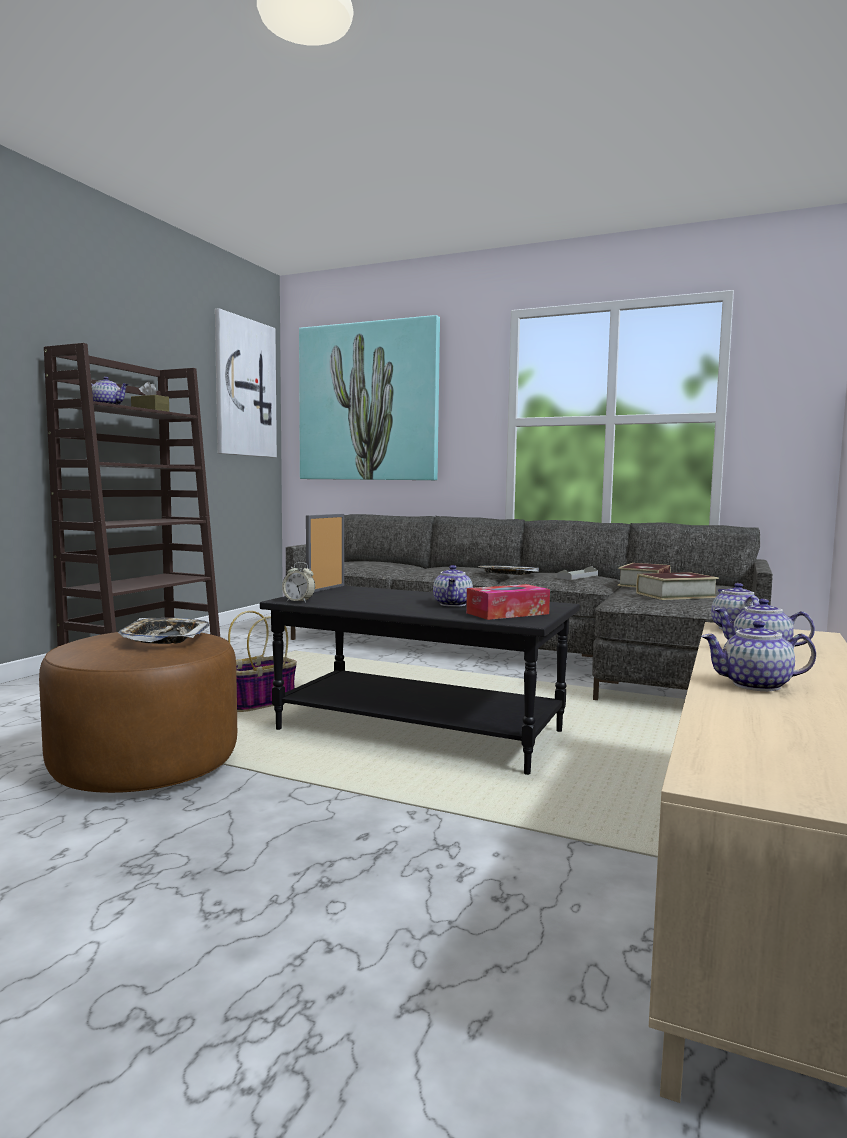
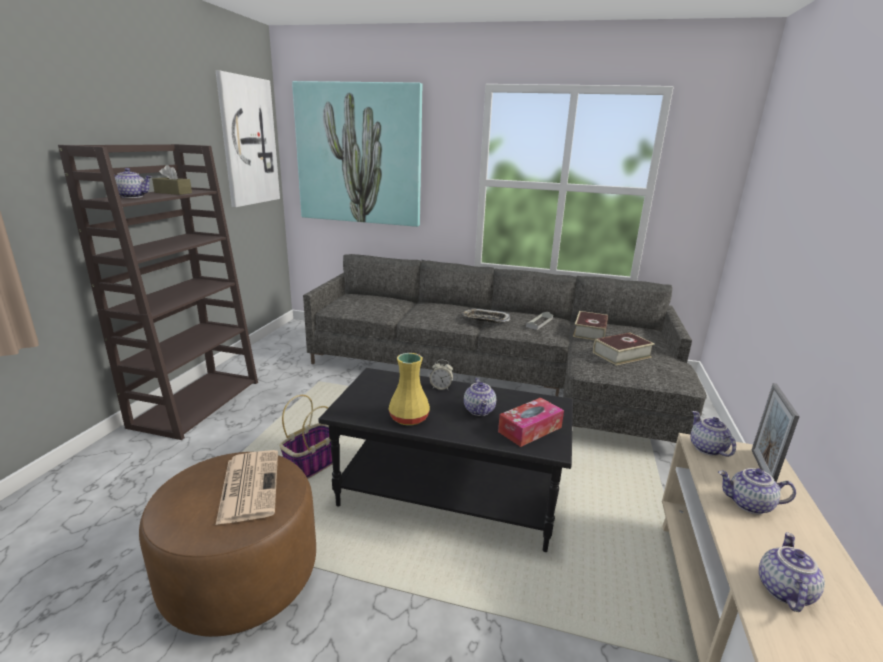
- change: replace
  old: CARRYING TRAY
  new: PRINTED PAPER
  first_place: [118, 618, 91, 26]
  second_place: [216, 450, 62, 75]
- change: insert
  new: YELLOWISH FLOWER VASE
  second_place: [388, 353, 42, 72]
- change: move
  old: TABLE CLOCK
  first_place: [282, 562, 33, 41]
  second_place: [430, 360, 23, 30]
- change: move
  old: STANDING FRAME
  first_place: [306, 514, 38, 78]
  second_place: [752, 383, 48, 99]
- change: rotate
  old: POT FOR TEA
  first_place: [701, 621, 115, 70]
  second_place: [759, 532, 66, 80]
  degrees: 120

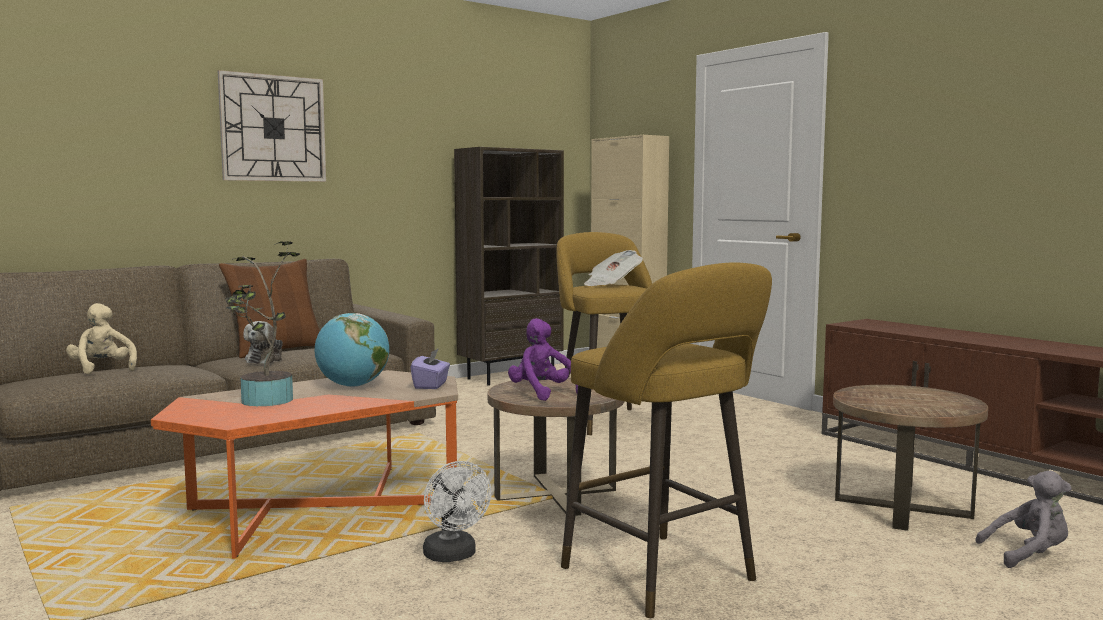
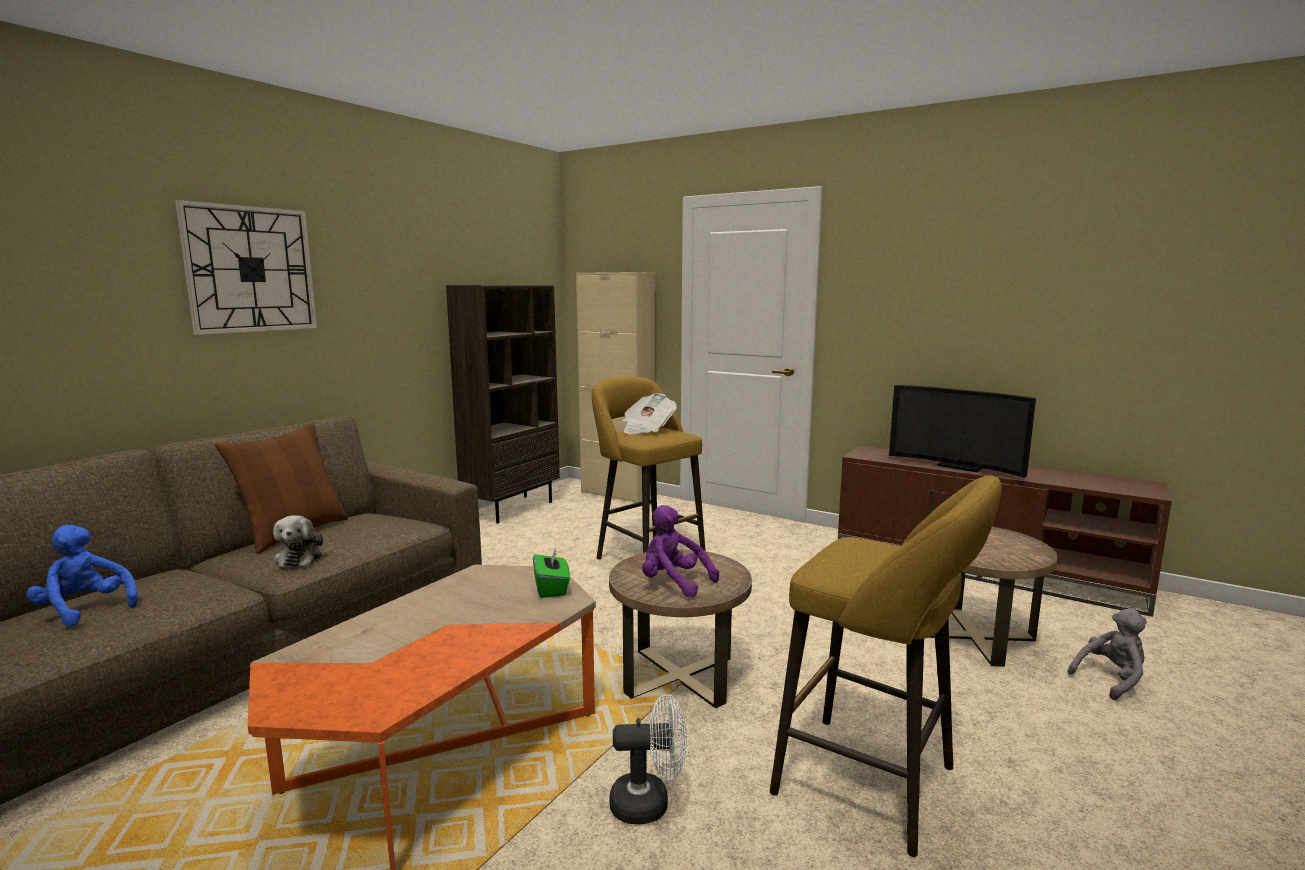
- change: recolor
  old: BEIGE-COLOURED PLUSH TOY
  new: BLUE-COLOURED PLUSH TOY
  first_place: [66, 303, 71, 71]
  second_place: [26, 525, 112, 101]
- change: recolor
  old: PURPLE-COLOURED TISSUE BOX
  new: GREEN TISSUE BOX
  first_place: [410, 348, 40, 41]
  second_place: [533, 547, 37, 51]
- change: rotate
  old: WHITE-COLOURED ELECTRIC FAN
  first_place: [423, 461, 68, 101]
  second_place: [609, 694, 78, 130]
  degrees: -45
- change: insert
  new: TV
  second_place: [889, 385, 147, 93]
- change: delete
  old: HOUSEPLANT
  first_place: [225, 241, 75, 165]
- change: delete
  old: DESK GLOBE
  first_place: [315, 313, 74, 74]

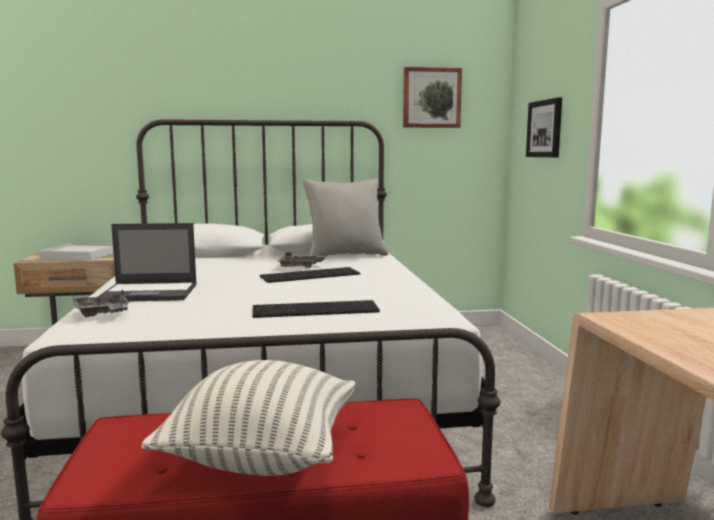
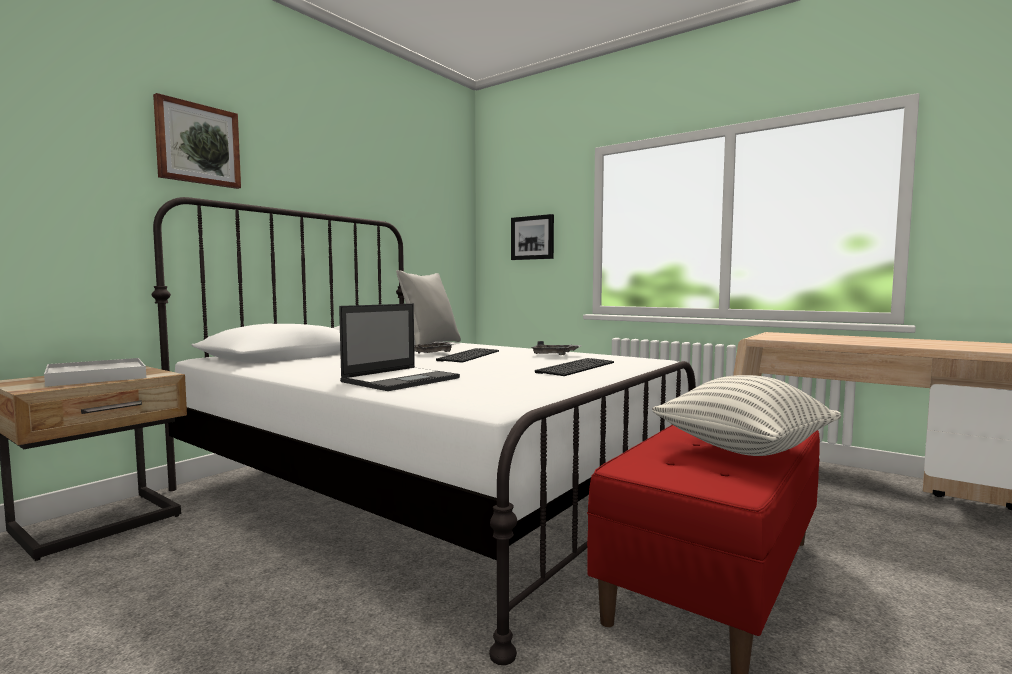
- change: move
  old: PICTURE
  first_place: [403, 67, 59, 61]
  second_place: [153, 93, 88, 96]
- change: move
  old: GREYISH CARRYING TRAY
  first_place: [72, 289, 58, 28]
  second_place: [531, 341, 51, 14]

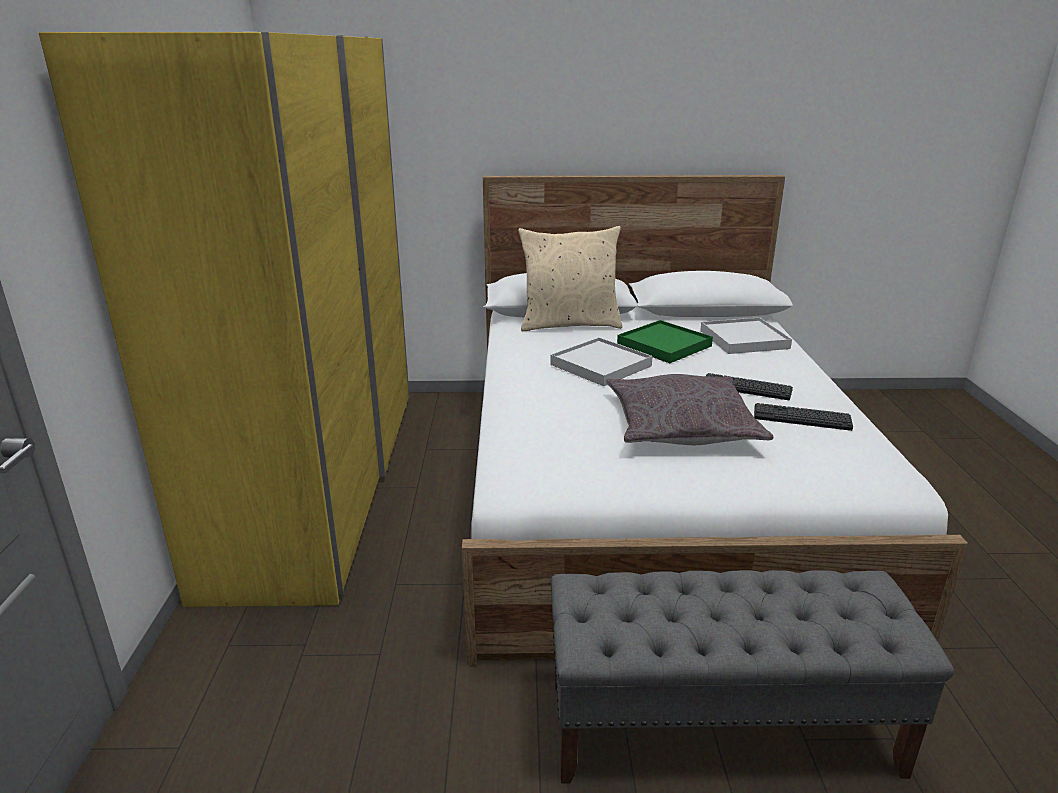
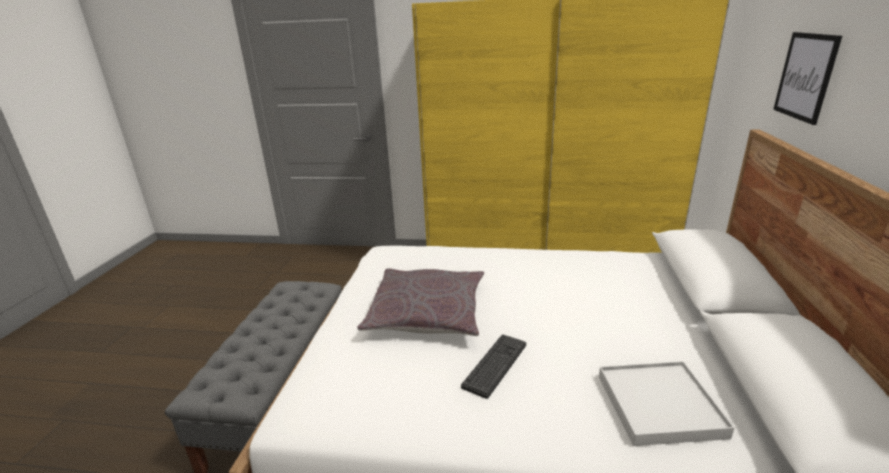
- change: insert
  new: PICTURE
  second_place: [773, 32, 69, 93]
- change: delete
  old: BEIGE-COLOURED CUSHION
  first_place: [518, 226, 104, 105]
- change: delete
  old: WHITE-COLOURED CARRYING TRAY
  first_place: [550, 337, 103, 49]
- change: delete
  old: GREEN CARRYING TRAY
  first_place: [617, 320, 96, 43]
- change: delete
  old: KEYBOARD
  first_place: [754, 403, 99, 28]

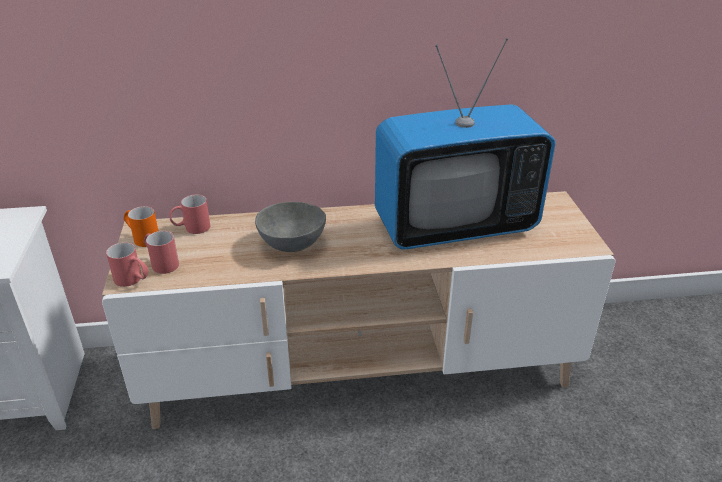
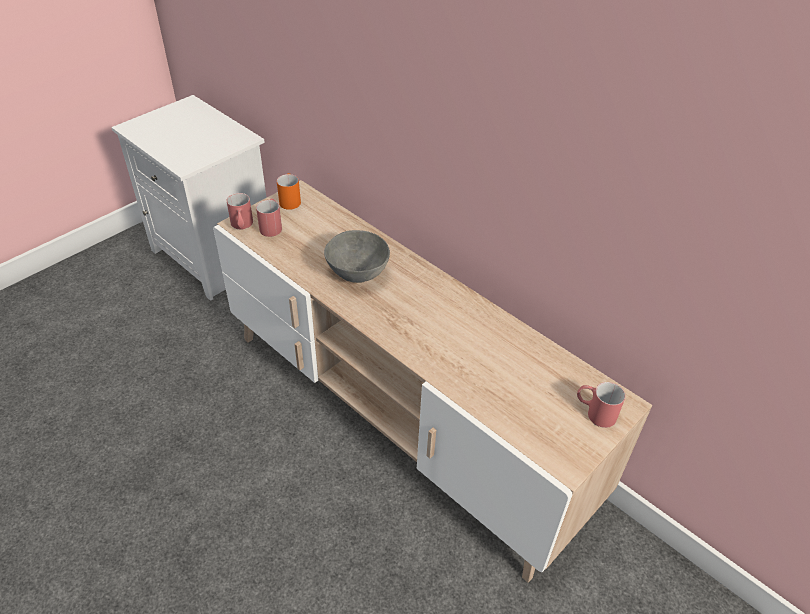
- change: move
  old: RED COFFEE MUG
  first_place: [169, 195, 41, 39]
  second_place: [577, 382, 49, 46]
- change: delete
  old: TV
  first_place: [375, 38, 181, 212]

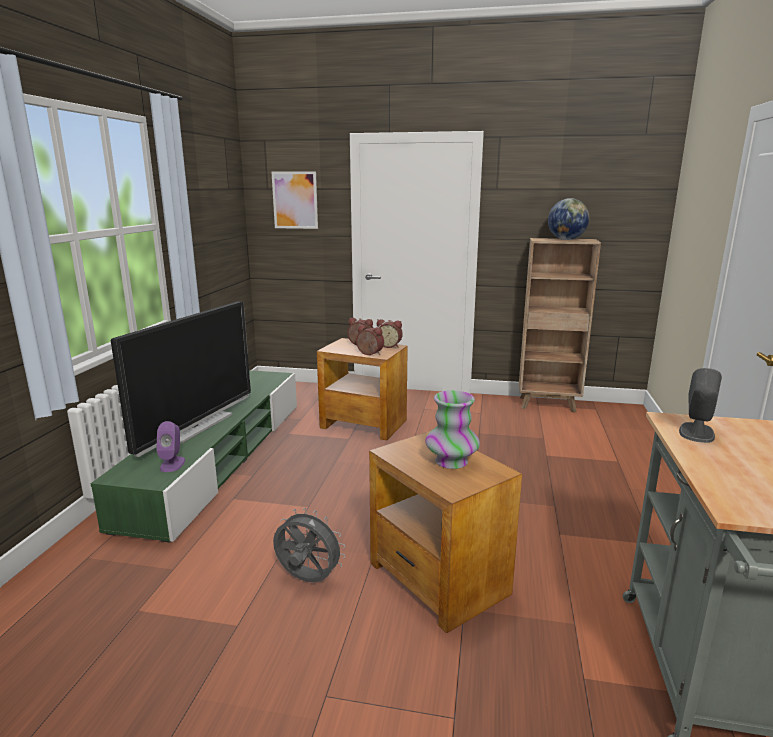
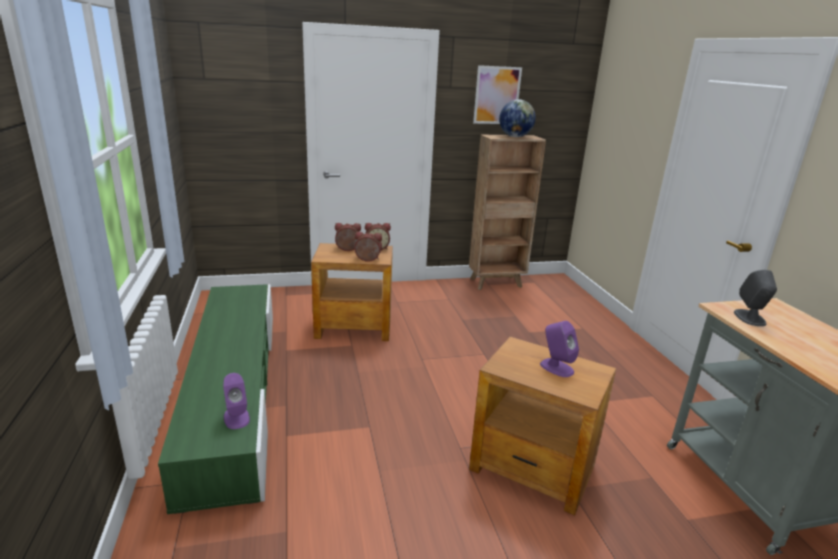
- change: move
  old: PICTURE
  first_place: [271, 171, 47, 58]
  second_place: [473, 65, 49, 59]
- change: replace
  old: FLOWER VASE
  new: PURPLE-COLOURED AUDIO SPEAKER
  first_place: [425, 390, 55, 79]
  second_place: [540, 321, 39, 56]
- change: delete
  old: TV
  first_place: [111, 301, 140, 156]
- change: delete
  old: GREYISH ELECTRIC FAN
  first_place: [273, 508, 72, 74]

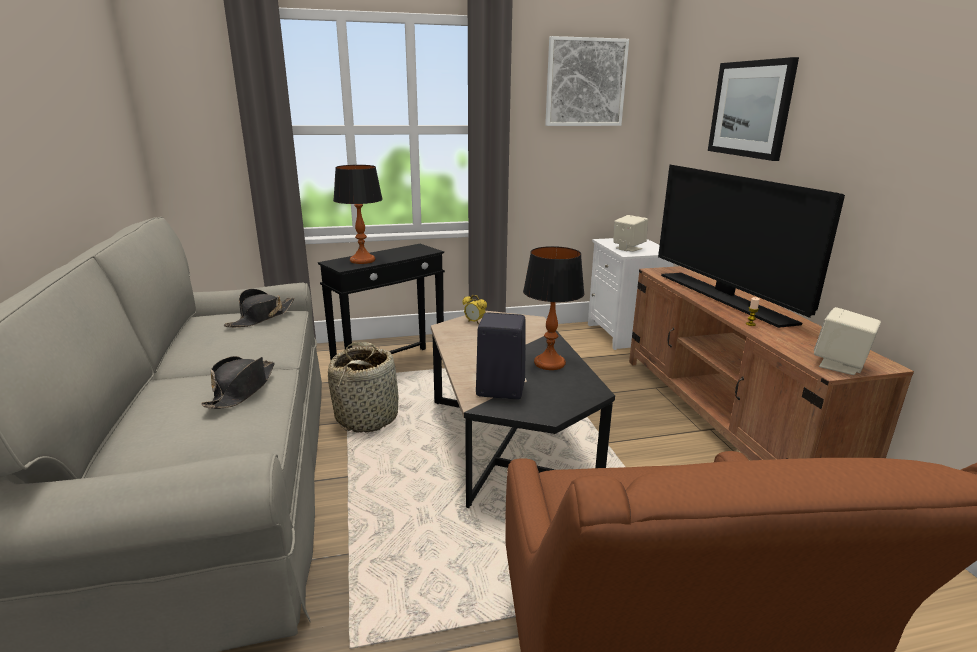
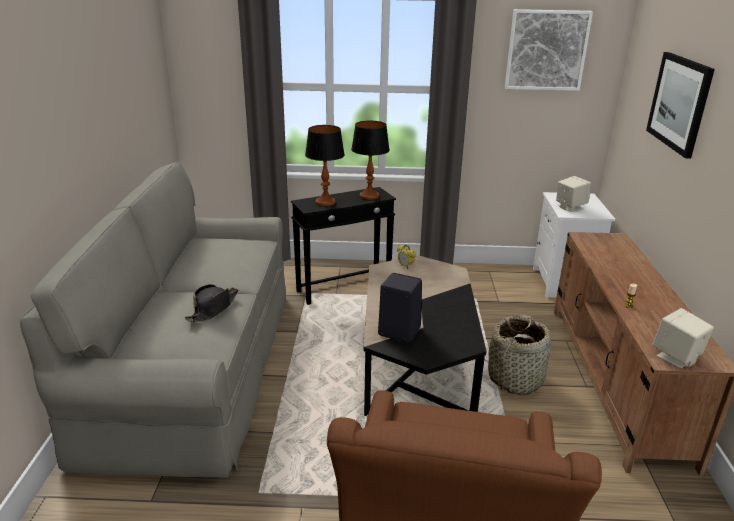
- change: move
  old: LAMP FOR A TABLE
  first_place: [523, 246, 62, 124]
  second_place: [351, 121, 39, 79]
- change: move
  old: STORAGE BASKET
  first_place: [328, 342, 70, 91]
  second_place: [488, 314, 63, 81]
- change: delete
  old: BLACKISH WEARABLE HAT
  first_place: [224, 289, 70, 38]
- change: delete
  old: TV
  first_place: [658, 165, 187, 163]

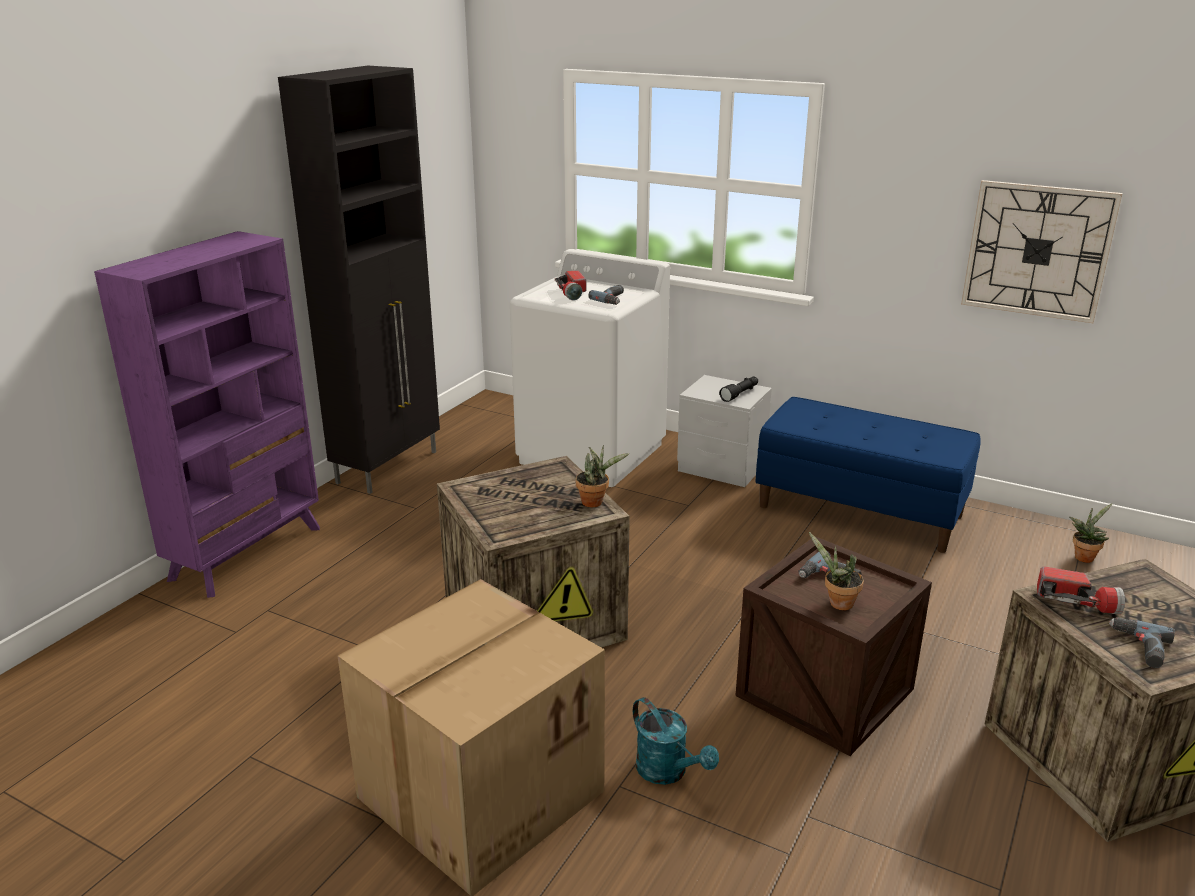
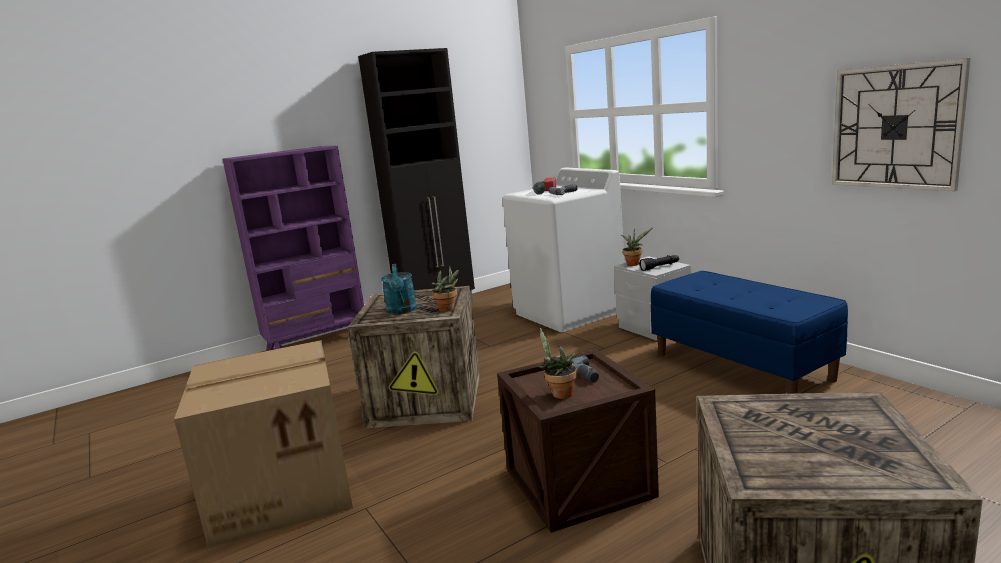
- change: move
  old: BLUE-GREEN WATERING POT
  first_place: [633, 697, 86, 88]
  second_place: [381, 264, 36, 50]
- change: move
  old: HOUSEPLANT
  first_place: [1070, 503, 43, 60]
  second_place: [621, 227, 32, 39]
- change: delete
  old: FLASHLIGHT
  first_place: [1037, 566, 88, 48]
- change: delete
  old: ELECTRIC DRILL
  first_place: [1109, 617, 66, 51]

